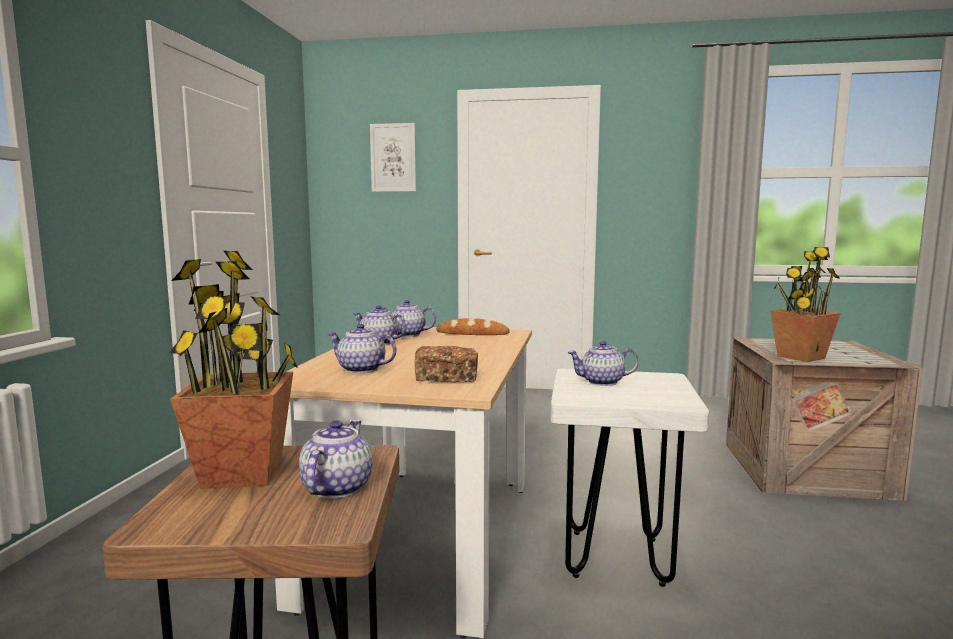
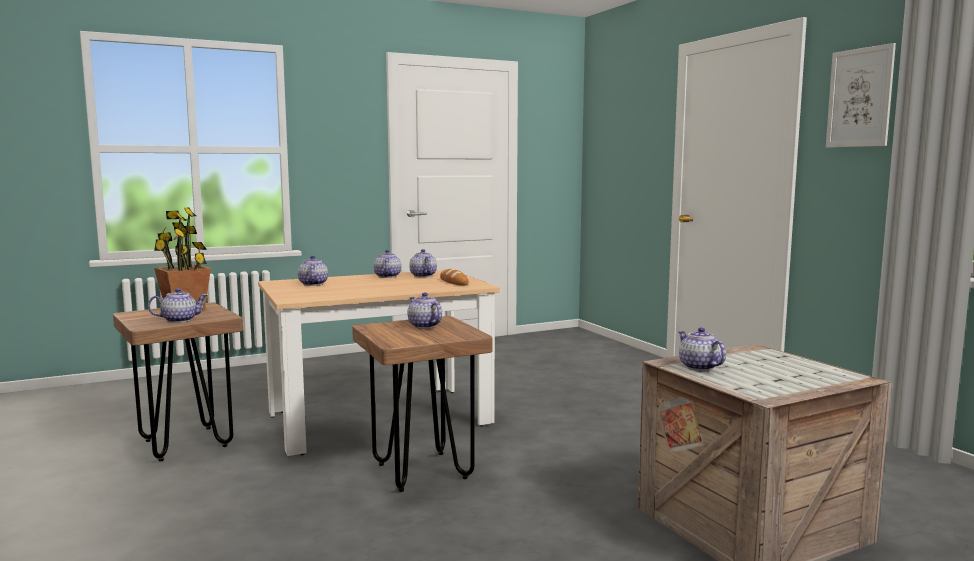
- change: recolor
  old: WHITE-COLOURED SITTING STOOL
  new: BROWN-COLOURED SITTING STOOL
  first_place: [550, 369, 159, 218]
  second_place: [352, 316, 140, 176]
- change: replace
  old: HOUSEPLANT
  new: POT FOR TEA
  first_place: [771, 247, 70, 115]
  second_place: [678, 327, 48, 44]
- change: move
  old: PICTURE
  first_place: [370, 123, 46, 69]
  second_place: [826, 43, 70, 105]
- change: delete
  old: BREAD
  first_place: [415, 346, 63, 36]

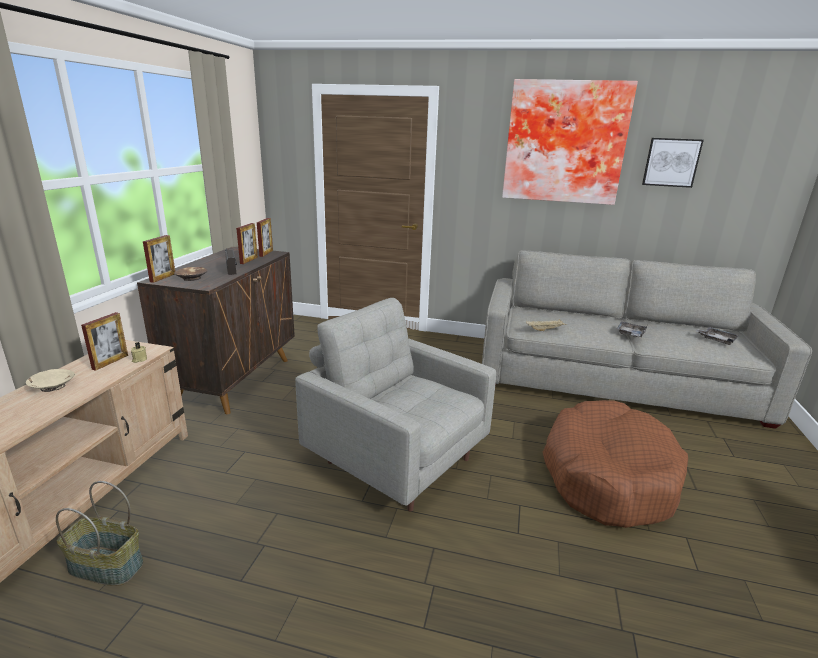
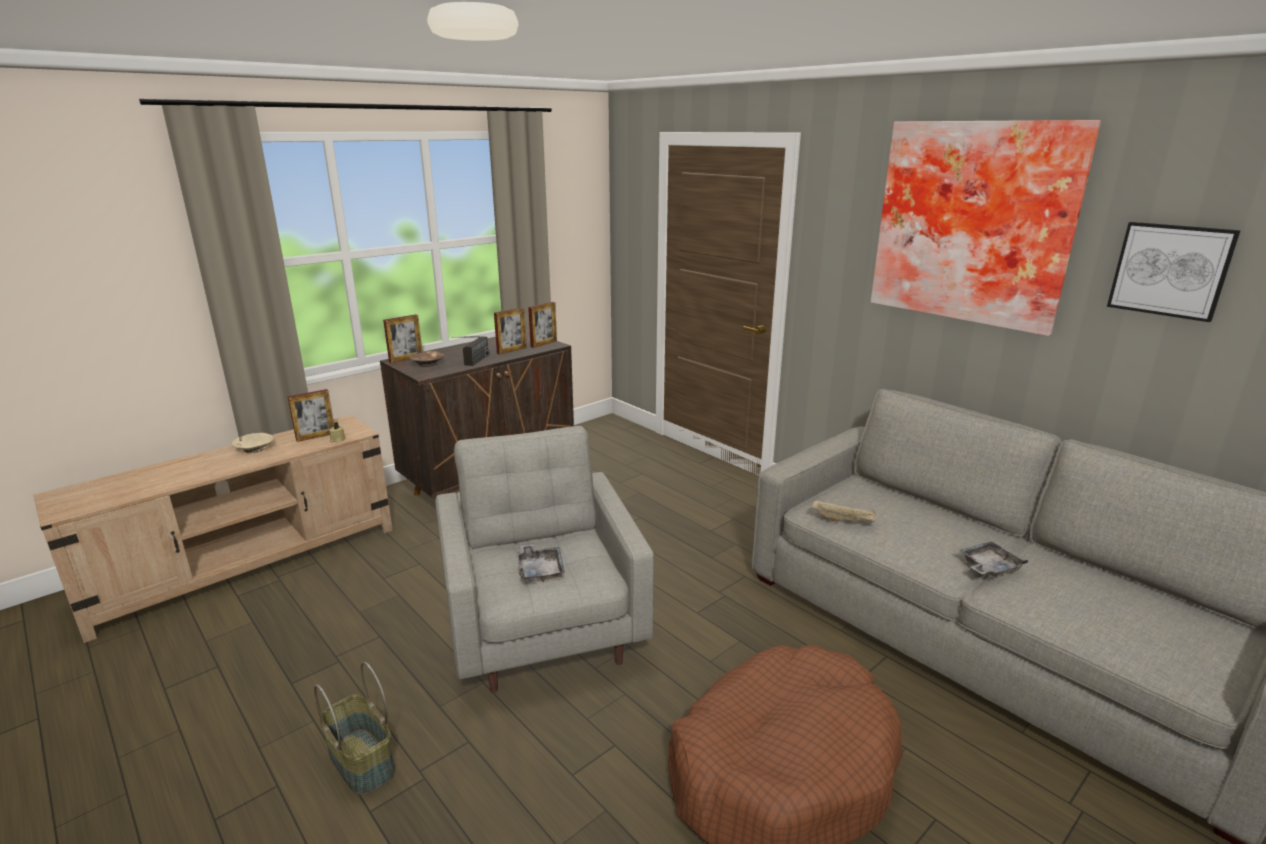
- change: move
  old: STORAGE BASKET
  first_place: [56, 481, 88, 105]
  second_place: [314, 662, 81, 133]
- change: move
  old: GREYISH CARRYING TRAY
  first_place: [696, 327, 43, 18]
  second_place: [517, 544, 48, 39]

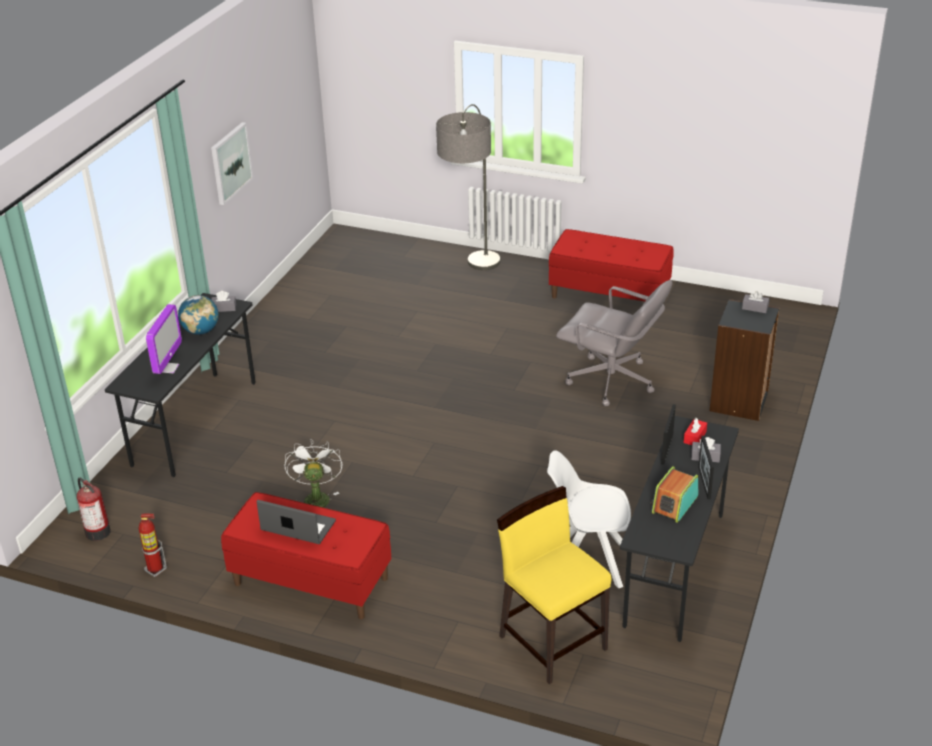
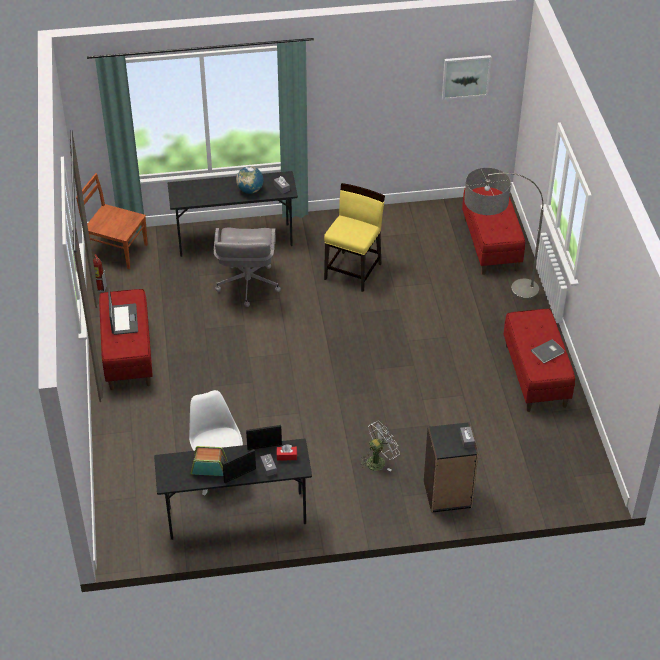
- change: replace
  old: FIRE-FIGHTING CYLINDER
  new: BROWN-COLOURED UPRIGHT CHAIR
  first_place: [77, 478, 34, 63]
  second_place: [76, 173, 72, 97]
- change: move
  old: GREYISH COMPUTER CHAIR
  first_place: [556, 280, 116, 126]
  second_place: [214, 228, 67, 79]
- change: move
  old: YELLOWISH UPRIGHT CHAIR
  first_place: [497, 486, 114, 198]
  second_place: [324, 183, 61, 109]
- change: move
  old: WHITE-COLOURED ELECTRIC FAN
  first_place: [285, 439, 57, 69]
  second_place: [360, 421, 40, 50]
- change: move
  old: PICTURE
  first_place: [211, 122, 42, 83]
  second_place: [442, 55, 49, 45]
- change: insert
  new: RED INDOOR BENCH
  second_place: [462, 187, 63, 88]
- change: insert
  new: GREYISH BOUND BOOK
  second_place: [531, 339, 34, 24]
- change: delete
  old: COMPUTER DISPLAY
  first_place: [146, 304, 36, 70]

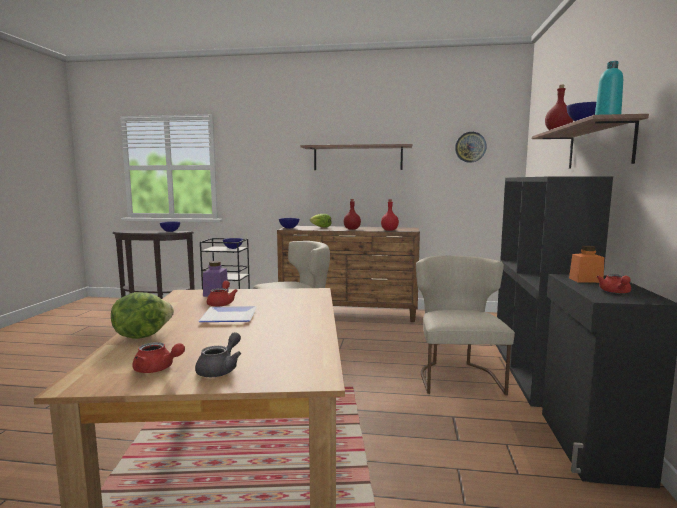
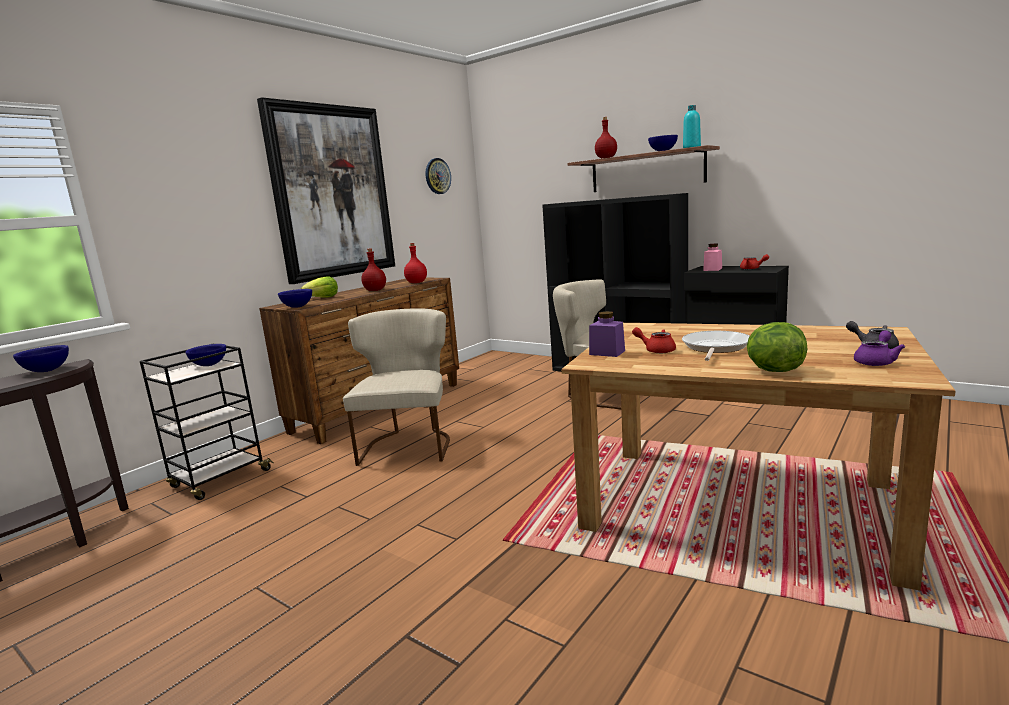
- change: replace
  old: WALL SHELF
  new: PICTURE
  first_place: [301, 144, 111, 26]
  second_place: [257, 97, 138, 187]
- change: replace
  old: FLAT DISH
  new: PAN
  first_place: [198, 306, 59, 16]
  second_place: [682, 331, 68, 30]
- change: recolor
  old: ORANGEY STORAGE JAR
  new: PINKISH STORAGE JAR
  first_place: [569, 246, 35, 37]
  second_place: [703, 244, 19, 27]
- change: recolor
  old: RED POT FOR TEA
  new: PURPLE-COLOURED POT FOR TEA
  first_place: [132, 342, 53, 31]
  second_place: [854, 330, 51, 36]

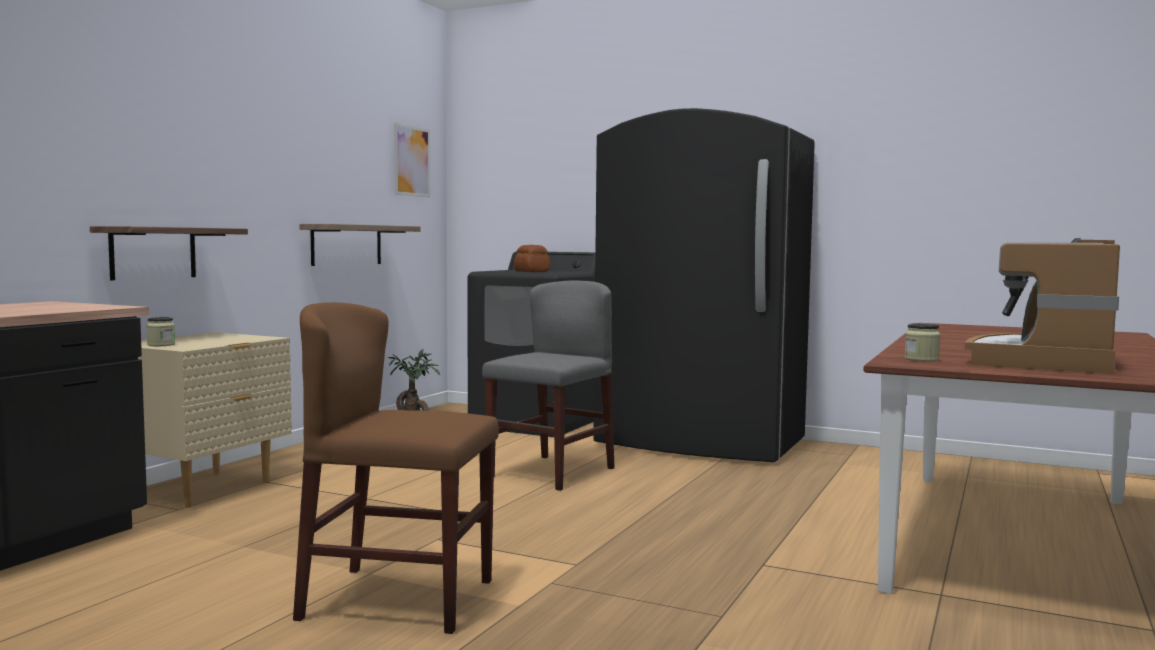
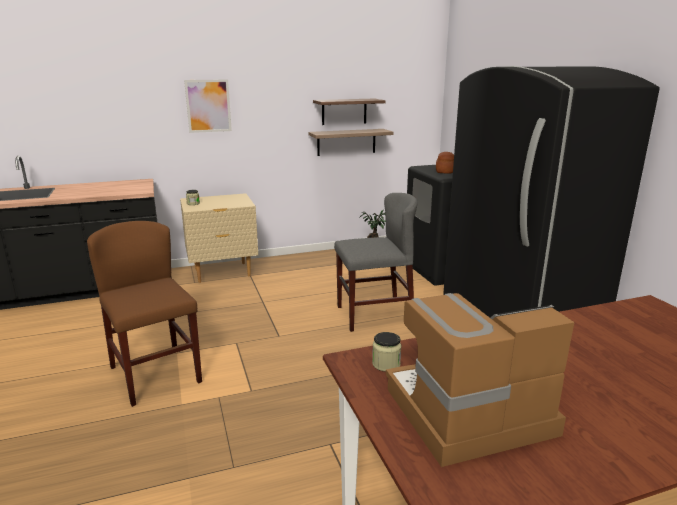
- change: move
  old: PICTURE
  first_place: [394, 123, 36, 74]
  second_place: [184, 79, 48, 54]
- change: move
  old: WALL SHELF
  first_place: [90, 226, 158, 54]
  second_place: [313, 99, 72, 26]

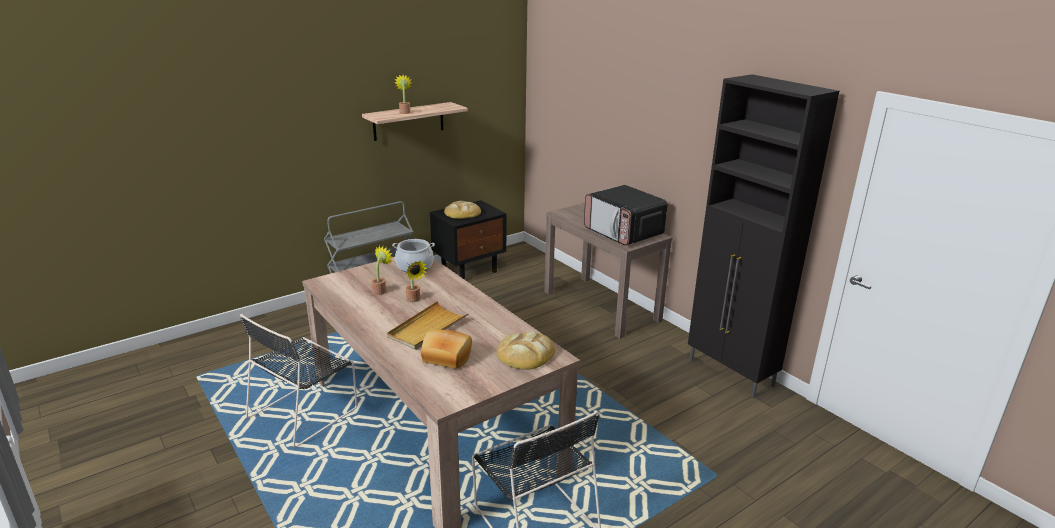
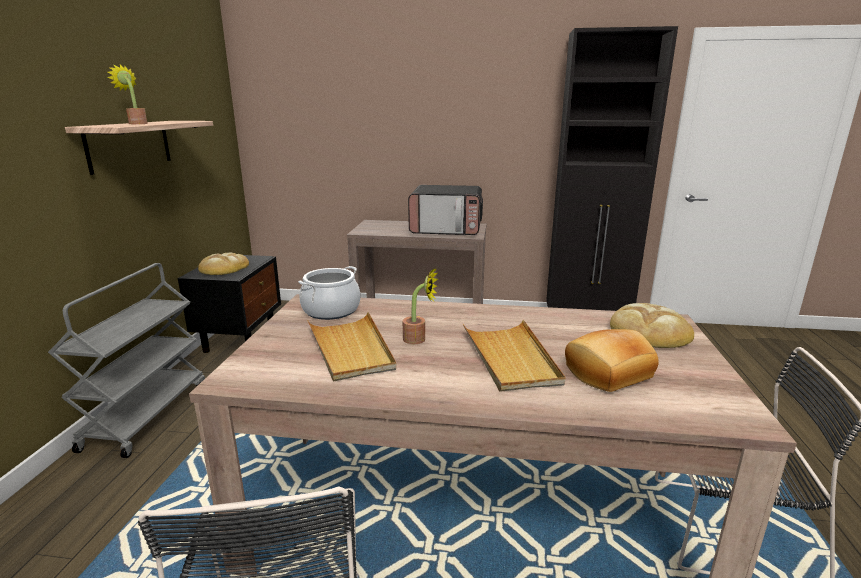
- change: replace
  old: HOUSEPLANT
  new: BEIGE-COLOURED CARRYING TRAY
  first_place: [371, 245, 22, 50]
  second_place: [307, 312, 89, 70]

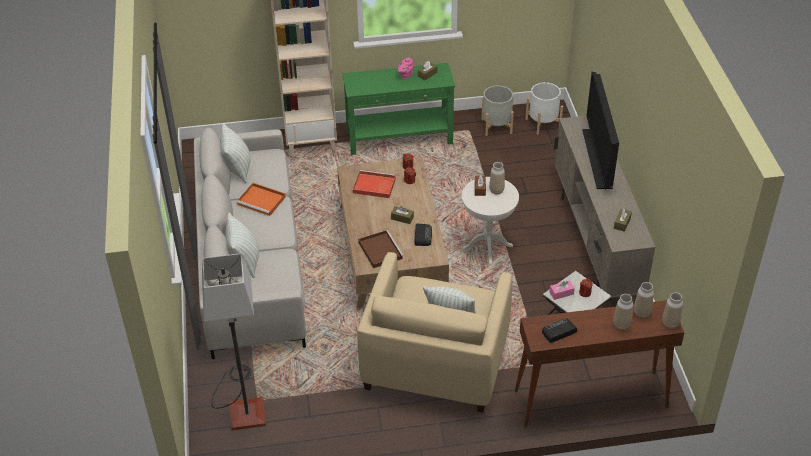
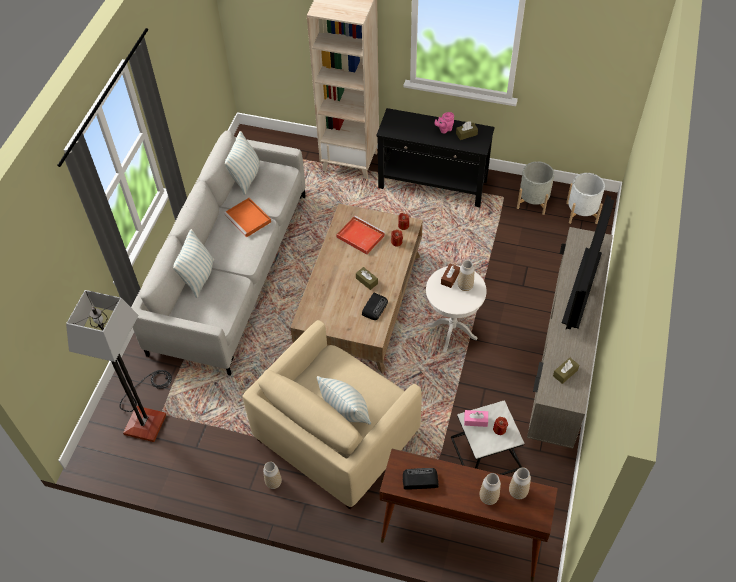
- change: move
  old: FLOWER VASE
  first_place: [662, 292, 21, 36]
  second_place: [263, 462, 19, 27]
- change: recolor
  old: GREEN HALL TABLE
  new: BLACKISH HALL TABLE
  first_place: [342, 63, 113, 92]
  second_place: [376, 108, 119, 99]
- change: delete
  old: BROWN-COLOURED CARRYING TRAY
  first_place: [358, 230, 46, 38]

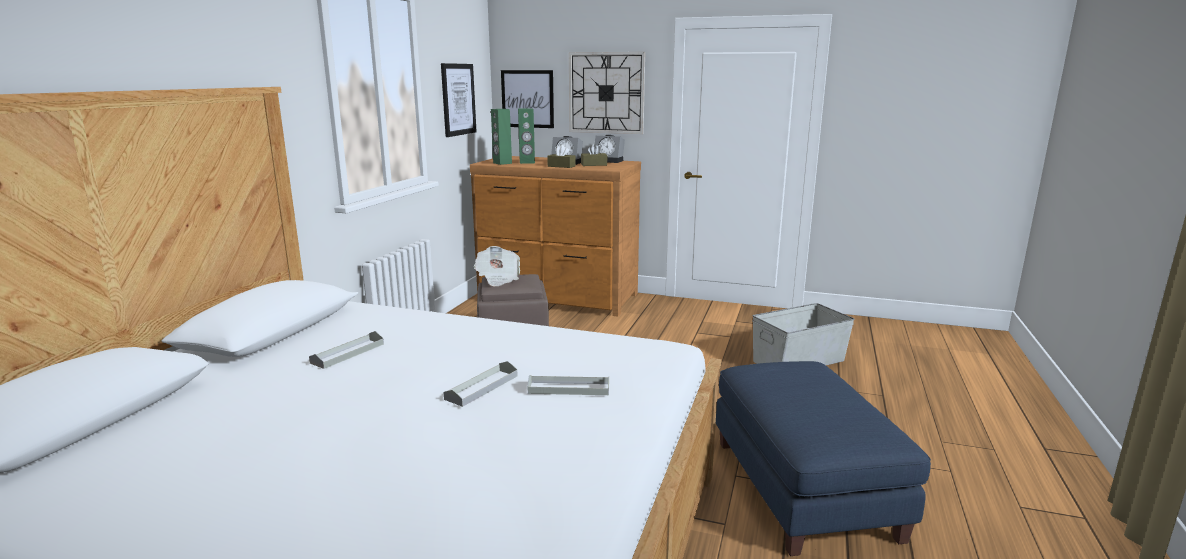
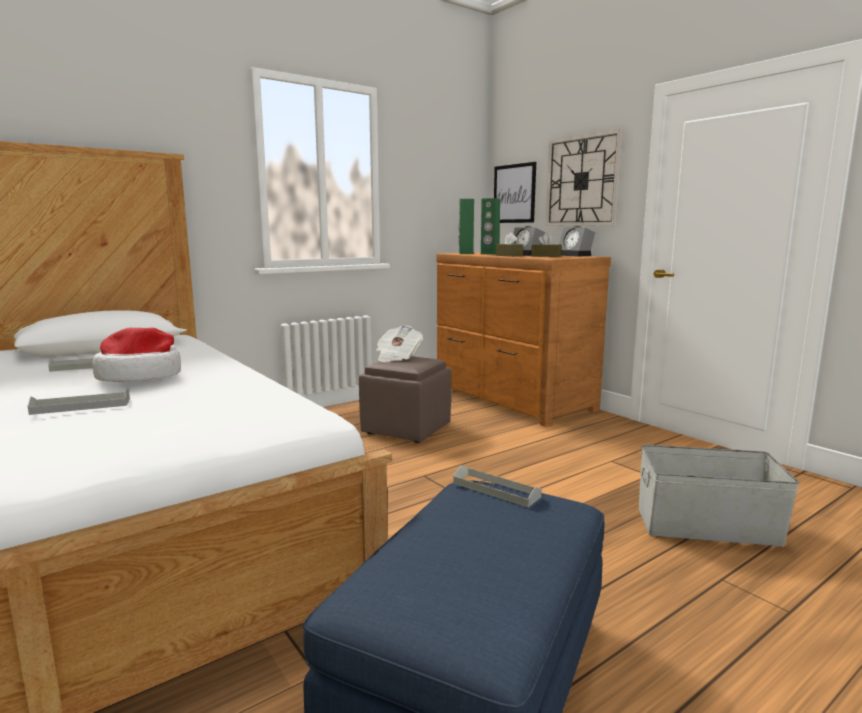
- change: insert
  new: WEARABLE HAT
  second_place: [92, 328, 89, 54]
- change: move
  old: GREYISH CARRYING TRAY
  first_place: [528, 375, 81, 20]
  second_place: [453, 465, 89, 42]
- change: delete
  old: PICTURE
  first_place: [441, 63, 36, 74]

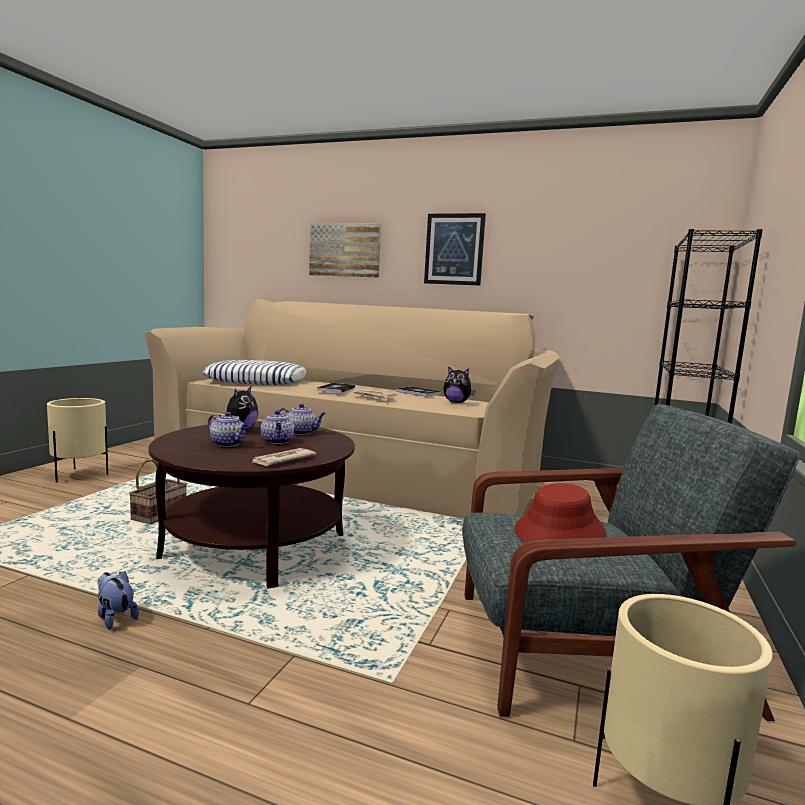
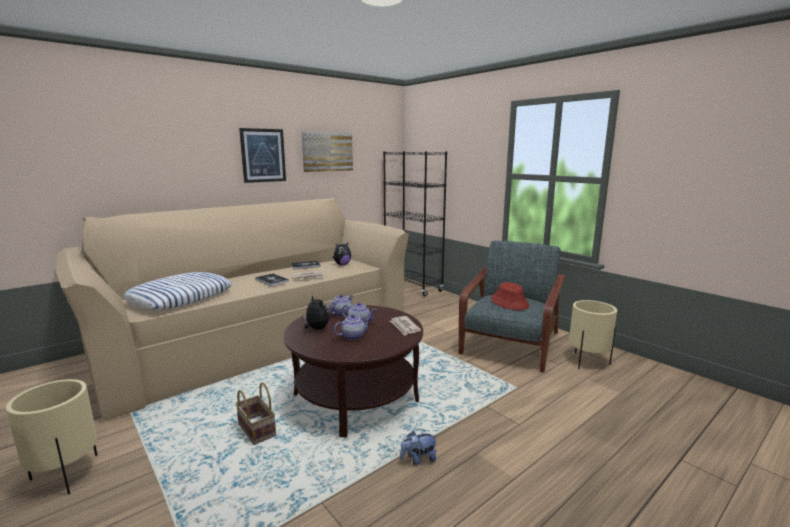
- change: move
  old: PICTURE
  first_place: [309, 223, 72, 55]
  second_place: [302, 132, 51, 40]

